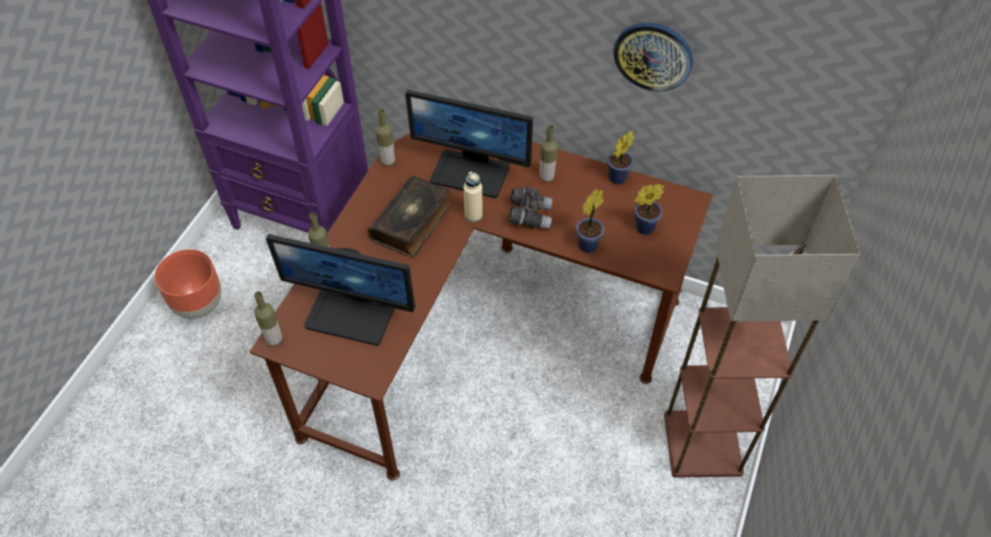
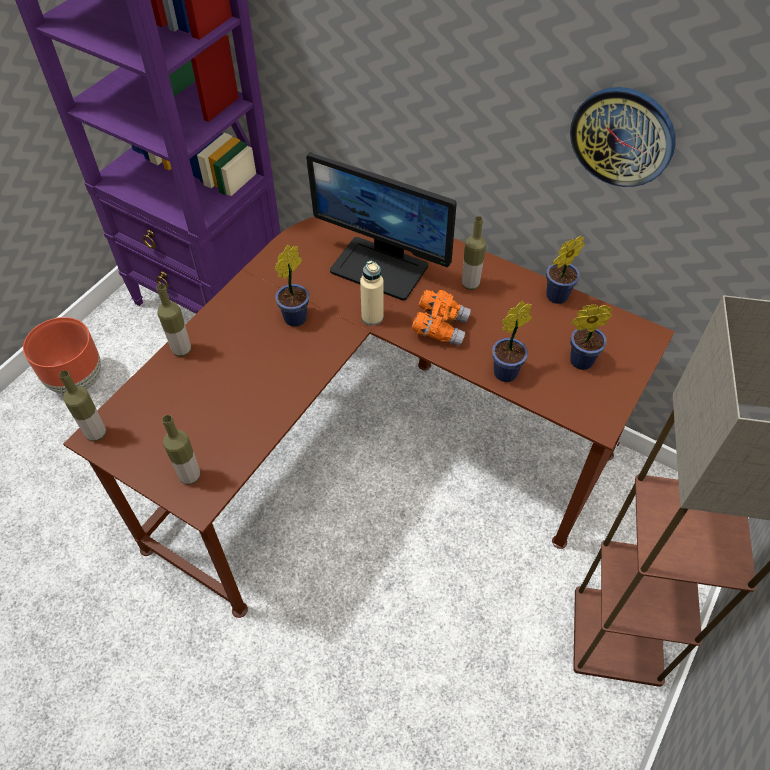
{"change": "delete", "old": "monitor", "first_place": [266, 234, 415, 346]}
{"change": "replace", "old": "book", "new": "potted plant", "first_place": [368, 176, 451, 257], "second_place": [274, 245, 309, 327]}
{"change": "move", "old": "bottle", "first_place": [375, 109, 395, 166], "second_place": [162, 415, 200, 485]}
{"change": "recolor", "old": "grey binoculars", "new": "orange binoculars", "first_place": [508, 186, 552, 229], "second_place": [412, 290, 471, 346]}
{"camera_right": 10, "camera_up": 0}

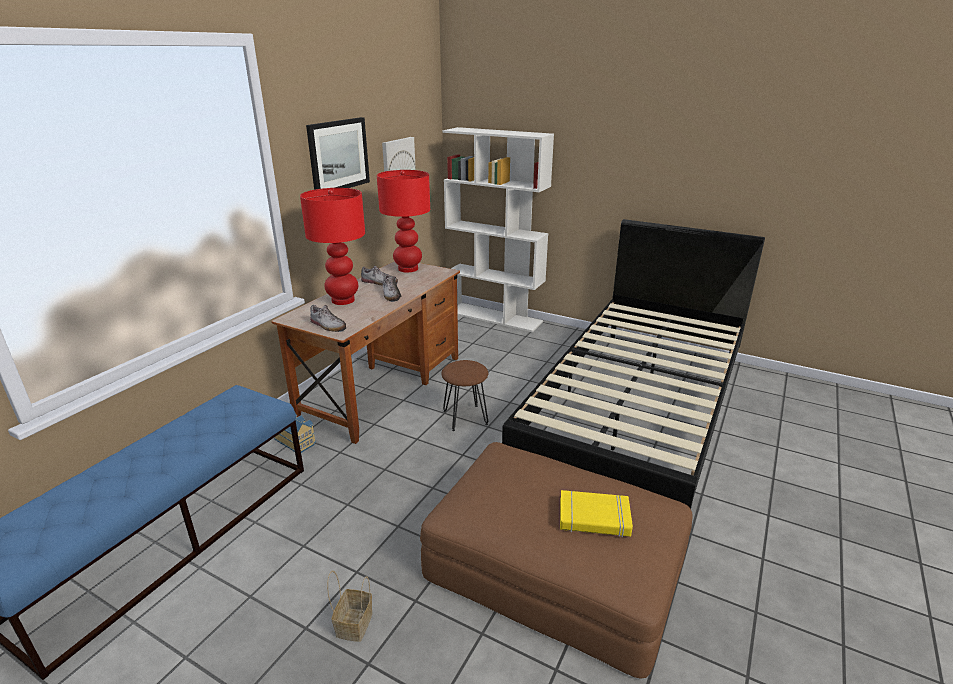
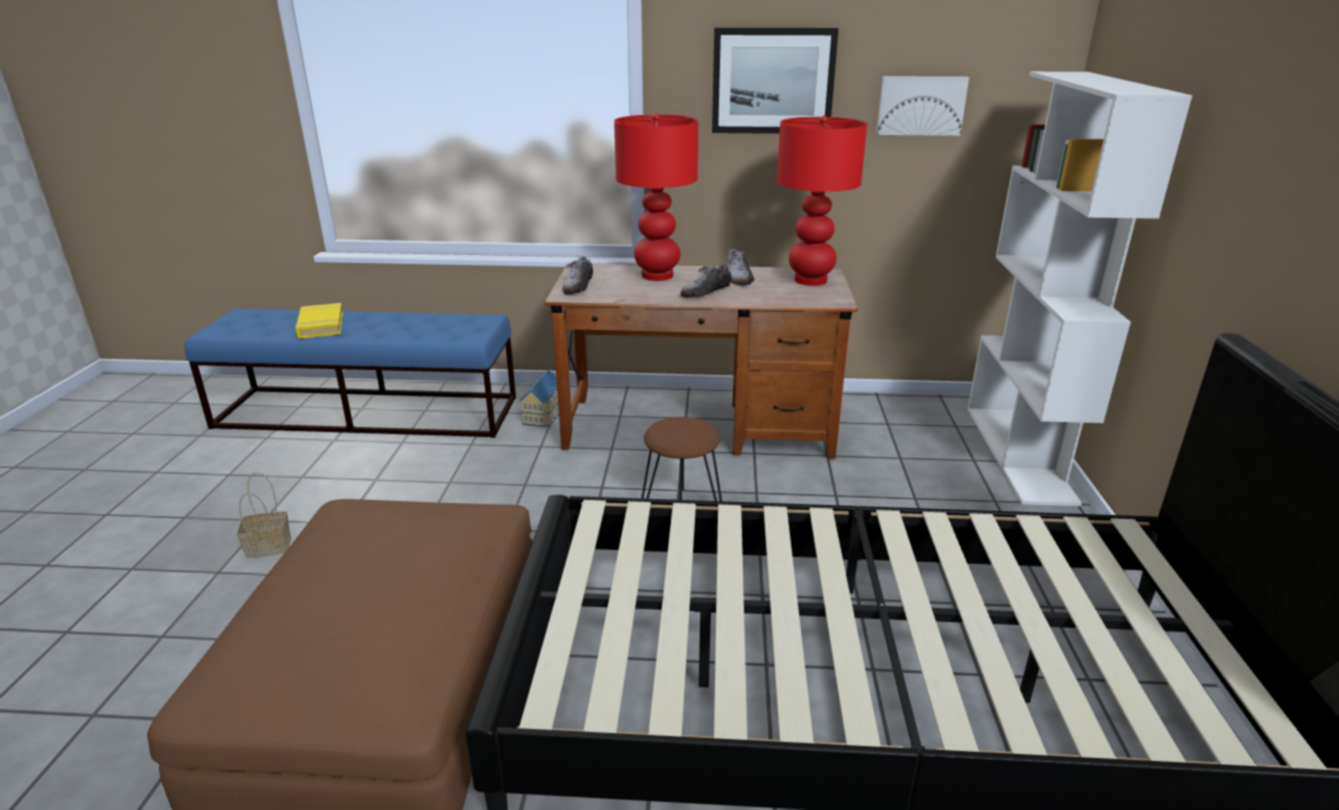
{"change": "move", "old": "yellow book", "first_place": [560, 490, 633, 537], "second_place": [295, 303, 343, 339]}
{"camera_right": 65, "camera_up": 0}

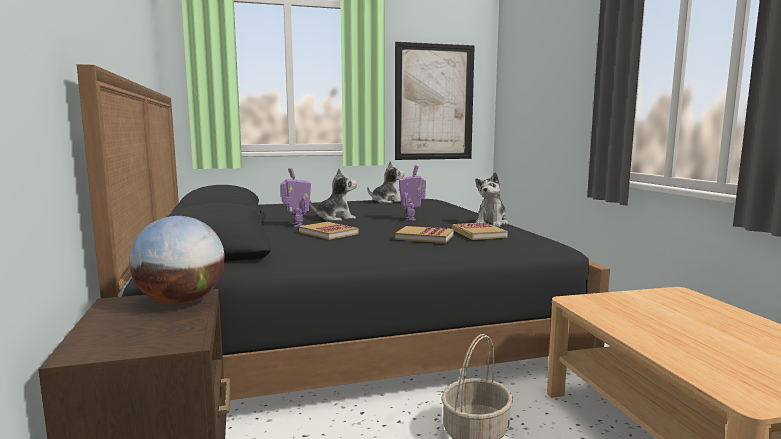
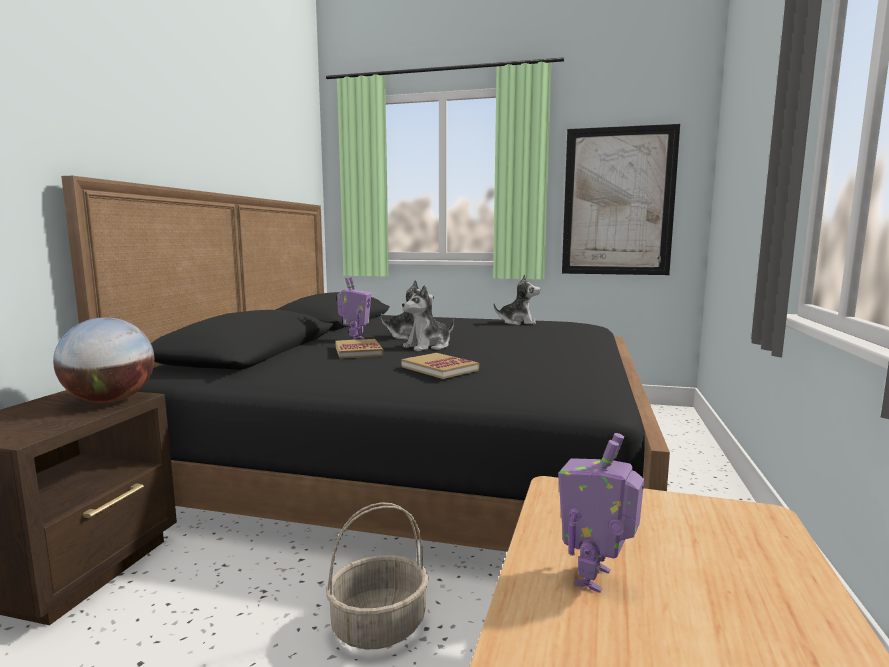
{"change": "move", "old": "toy robot", "first_place": [399, 165, 426, 221], "second_place": [558, 433, 644, 593]}
{"change": "delete", "old": "book", "first_place": [452, 222, 508, 240]}
{"change": "move", "old": "plush toy", "first_place": [475, 172, 508, 227], "second_place": [402, 285, 454, 351]}
{"camera_right": 30, "camera_up": 0}

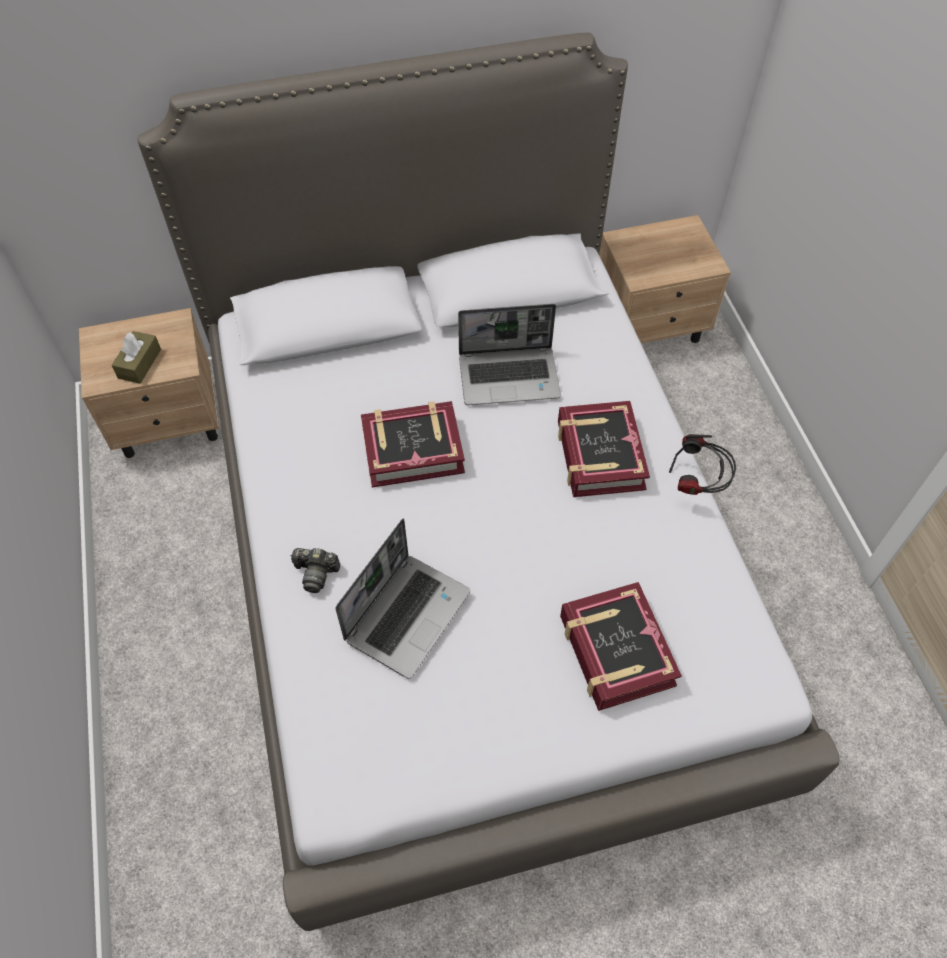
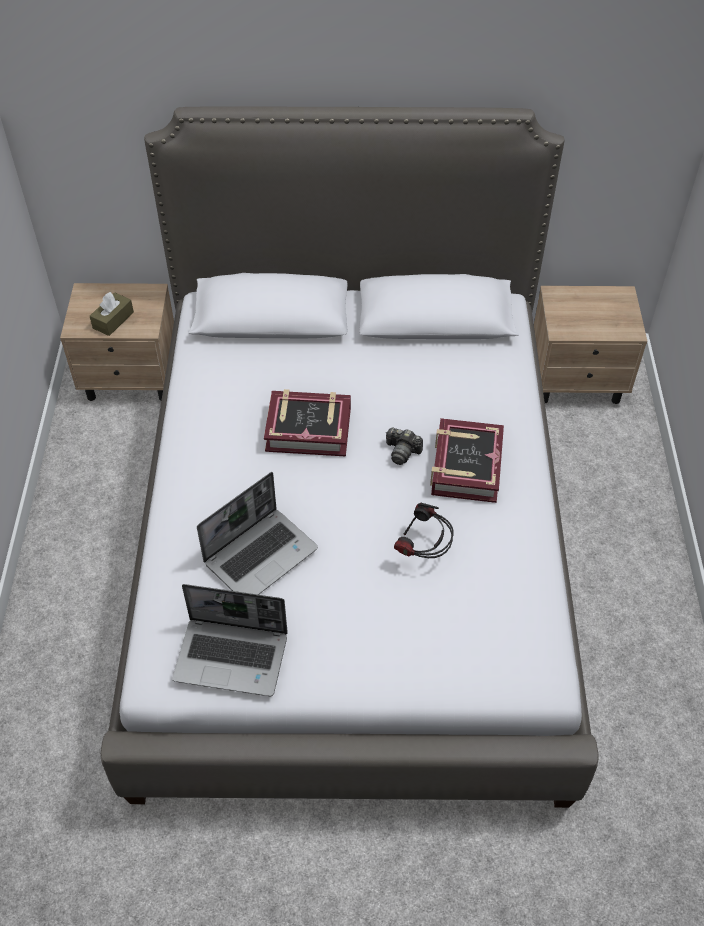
{"change": "move", "old": "photo camera", "first_place": [290, 548, 340, 593], "second_place": [386, 427, 423, 465]}
{"change": "move", "old": "laptop", "first_place": [458, 304, 561, 405], "second_place": [172, 584, 288, 696]}
{"change": "delete", "old": "book", "first_place": [560, 582, 682, 711]}
{"change": "move", "old": "headphones", "first_place": [669, 434, 736, 495], "second_place": [394, 503, 453, 558]}
{"camera_right": 15, "camera_up": -5}

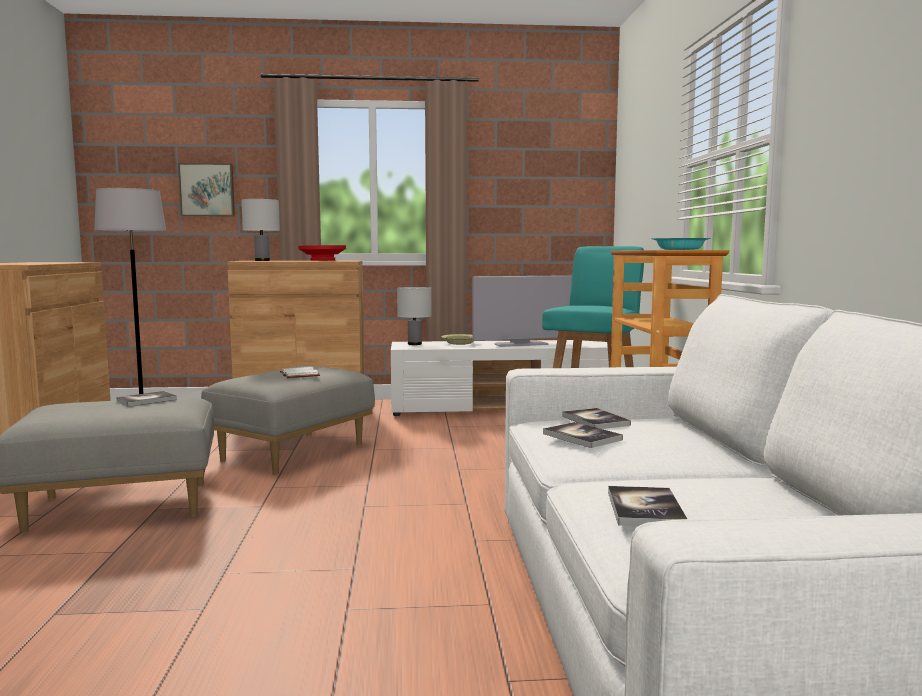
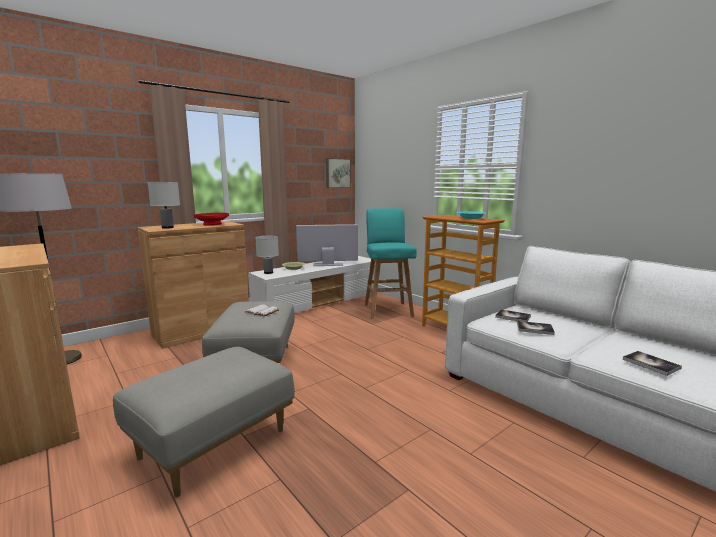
{"change": "delete", "old": "book", "first_place": [117, 391, 177, 406]}
{"change": "move", "old": "picture", "first_place": [178, 163, 235, 216], "second_place": [326, 158, 351, 188]}
{"change": "rotate", "old": "television", "first_place": [472, 275, 572, 347], "second_place": [296, 224, 358, 266], "degrees": -135}
{"camera_right": -35, "camera_up": 5}

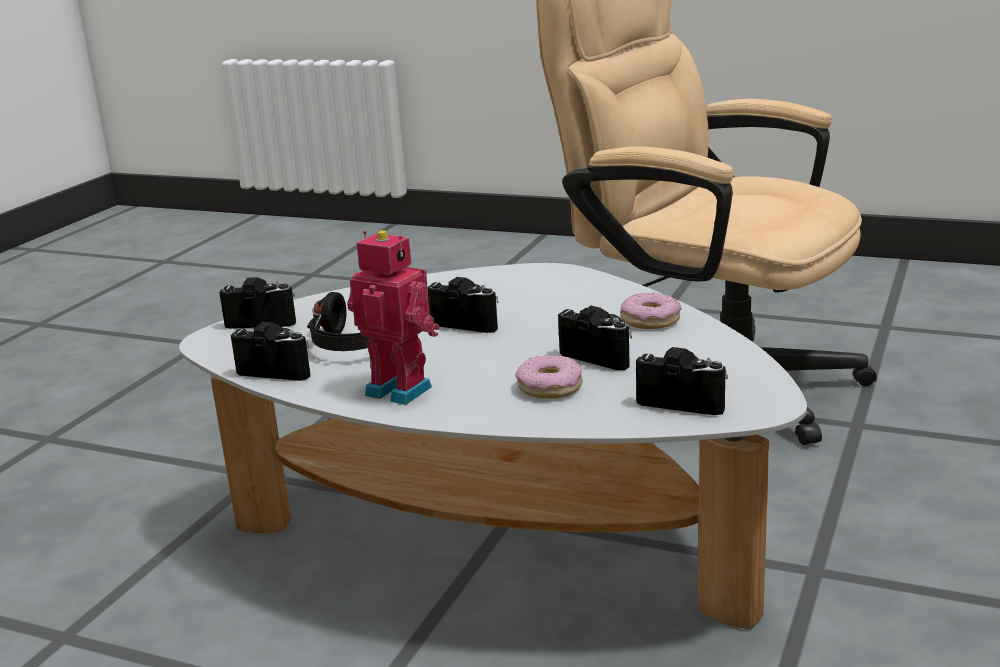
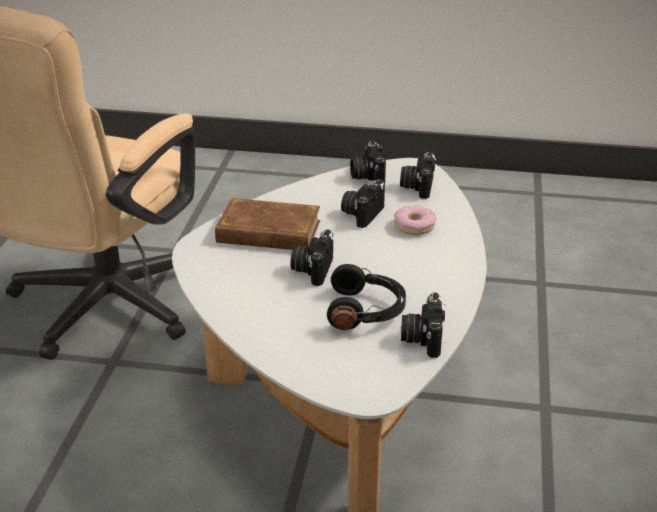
{"change": "move", "old": "photo camera", "first_place": [219, 277, 296, 329], "second_place": [350, 141, 386, 183]}
{"change": "delete", "old": "toy robot", "first_place": [347, 230, 440, 405]}
{"change": "delete", "old": "donut", "first_place": [620, 293, 681, 329]}
{"change": "insert", "new": "brown book", "second_place": [215, 198, 320, 250]}
{"camera_right": -105, "camera_up": 10}

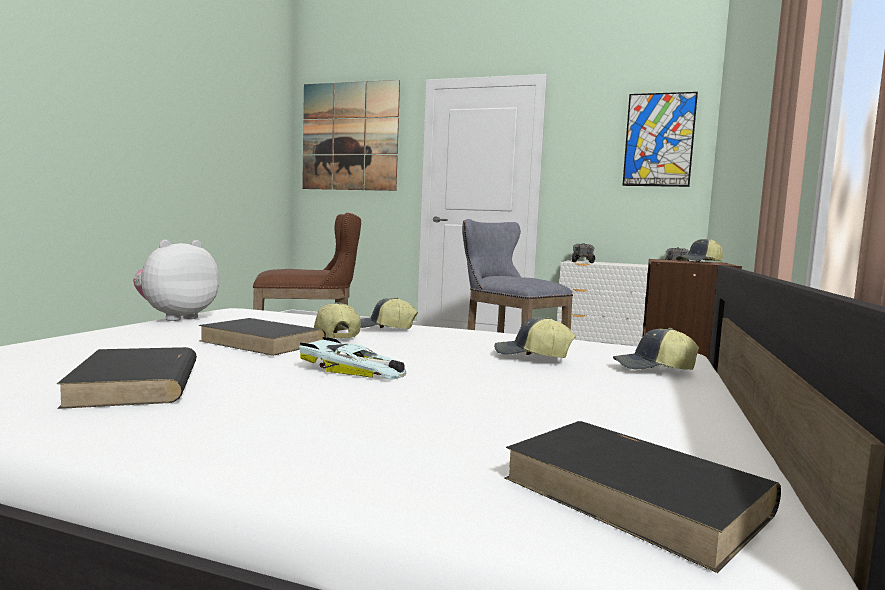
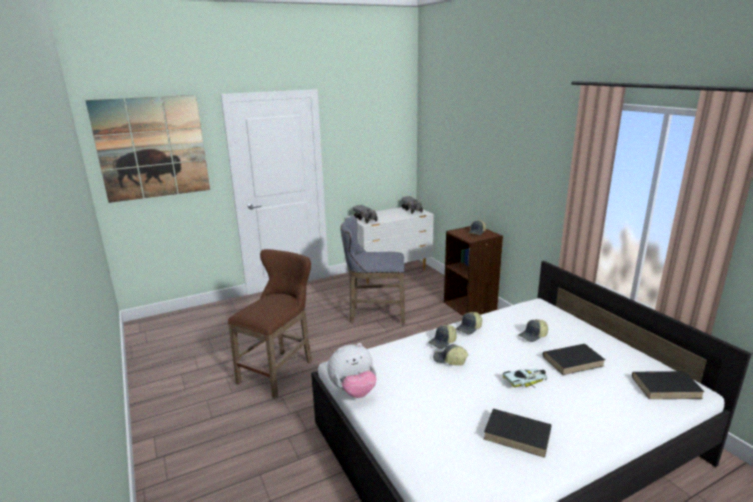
{"change": "rotate", "old": "plush toy", "first_place": [133, 240, 219, 321], "second_place": [327, 343, 376, 398], "degrees": -105}
{"change": "move", "old": "black book", "first_place": [199, 318, 326, 356], "second_place": [543, 344, 605, 375]}
{"change": "move", "old": "cap", "first_place": [613, 328, 699, 370], "second_place": [456, 312, 482, 335]}
{"change": "delete", "old": "picture", "first_place": [622, 92, 698, 187]}
{"camera_right": -45, "camera_up": 15}

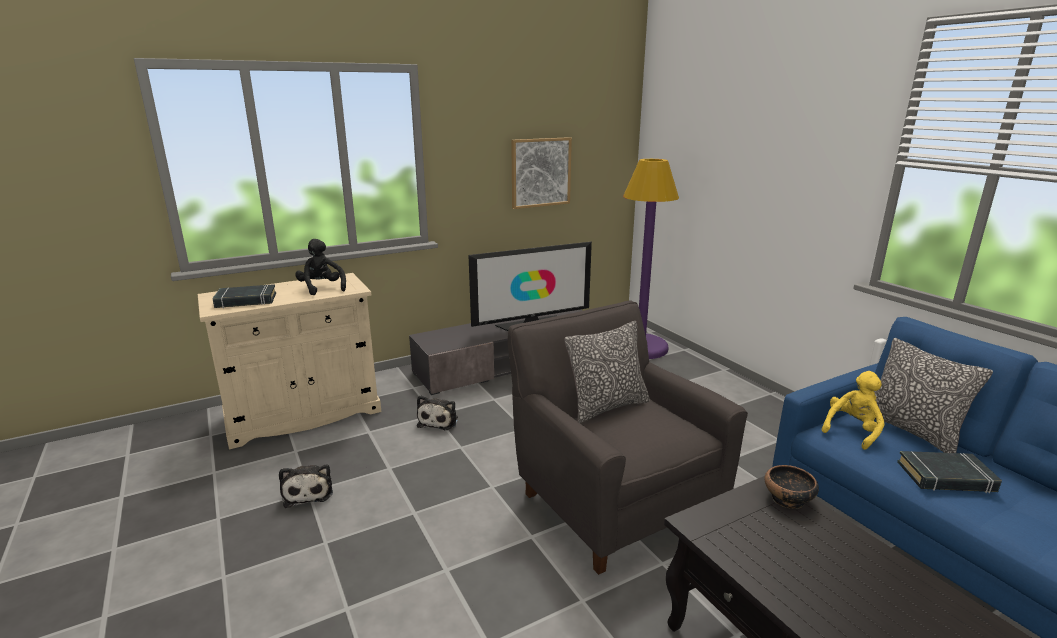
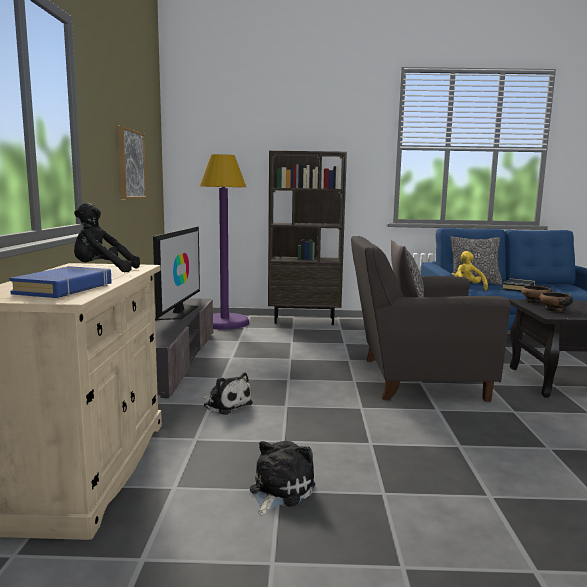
{"change": "recolor", "old": "black book", "new": "blue book", "first_place": [212, 284, 276, 308], "second_place": [9, 266, 112, 298]}
{"change": "rotate", "old": "plush toy", "first_place": [279, 464, 333, 508], "second_place": [250, 441, 315, 516], "degrees": -75}
{"change": "insert", "new": "brown bookcase", "second_place": [268, 151, 347, 325]}
{"change": "insert", "new": "bowl", "second_place": [540, 292, 573, 312]}
{"camera_right": -60, "camera_up": -10}

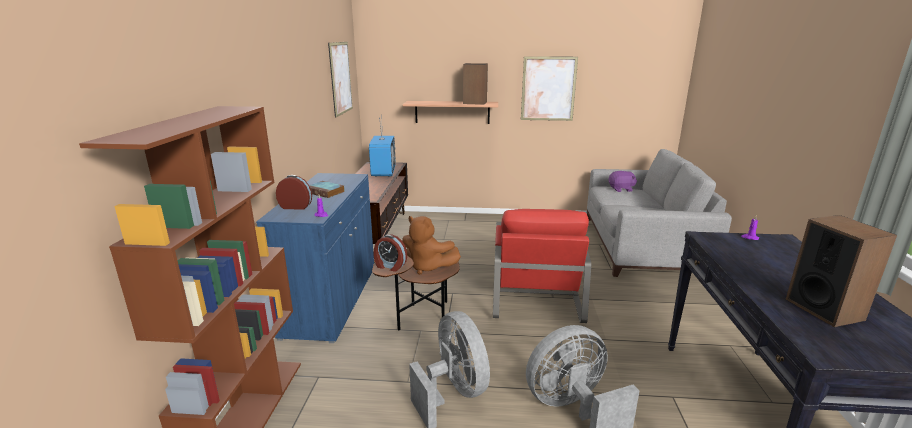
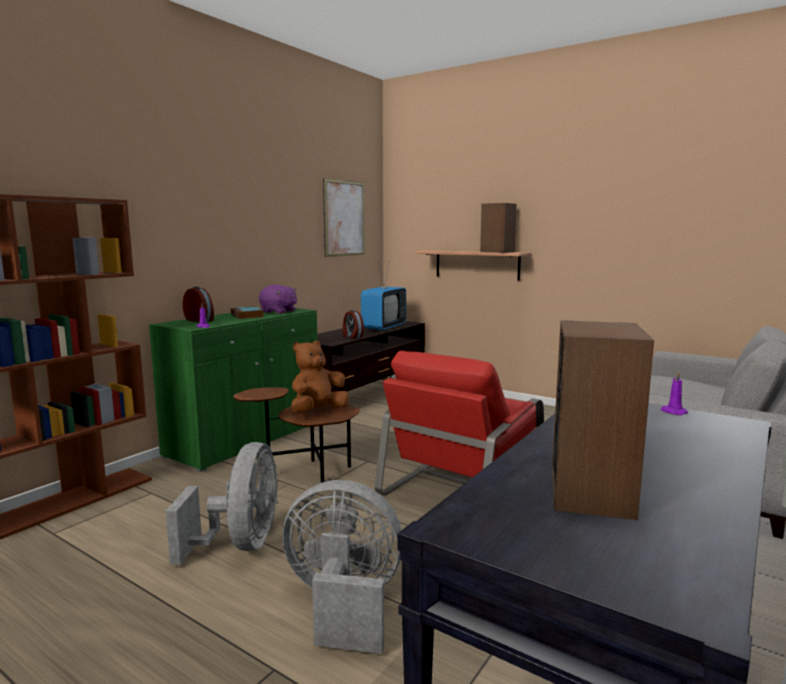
{"change": "recolor", "old": "blue cabinet", "new": "green cabinet", "first_place": [256, 173, 374, 343], "second_place": [149, 308, 317, 472]}
{"change": "move", "old": "alarm clock", "first_place": [374, 235, 407, 272], "second_place": [343, 310, 364, 339]}
{"change": "rotate", "old": "brown plush toy", "first_place": [402, 216, 461, 275], "second_place": [291, 341, 349, 413], "degrees": 75}
{"change": "delete", "old": "picture", "first_place": [521, 56, 578, 121]}
{"change": "move", "old": "purple plush toy", "first_place": [608, 171, 637, 192], "second_place": [259, 285, 297, 314]}
{"camera_right": 30, "camera_up": -10}

